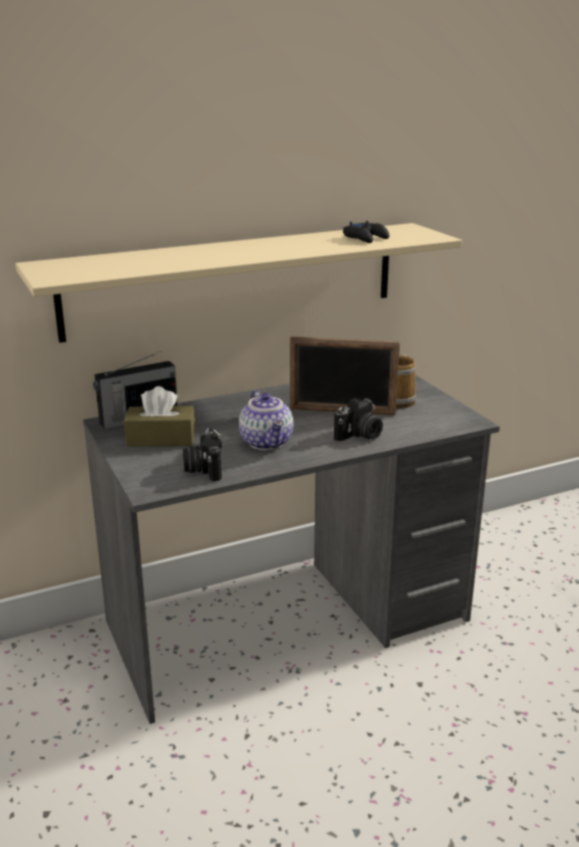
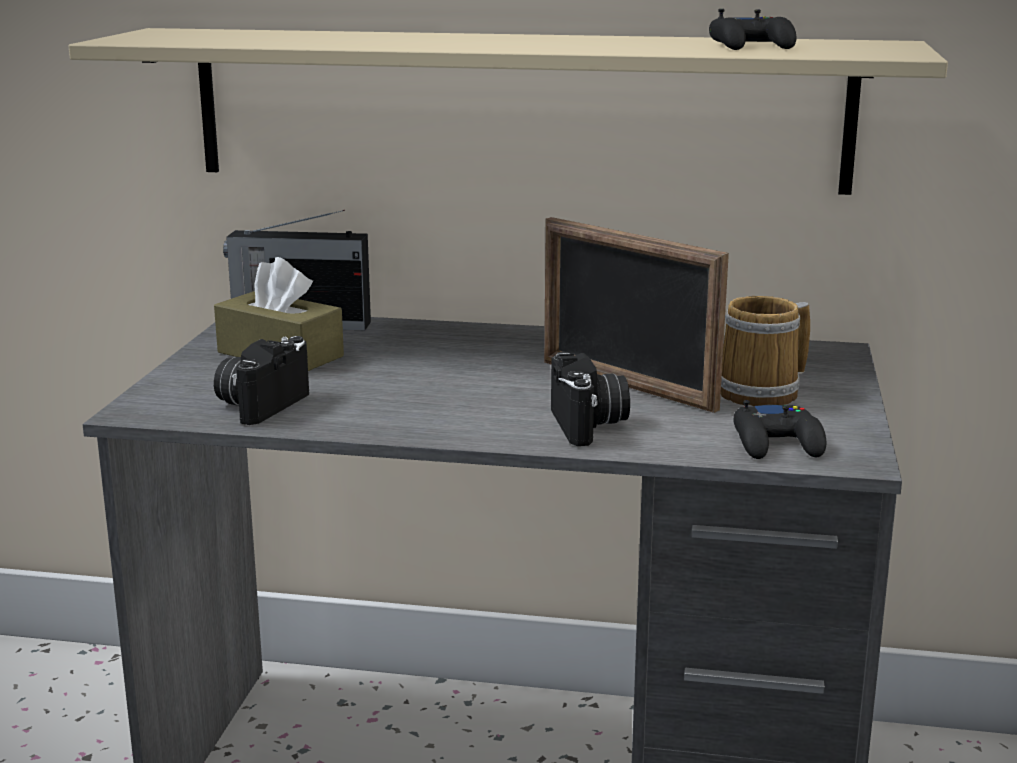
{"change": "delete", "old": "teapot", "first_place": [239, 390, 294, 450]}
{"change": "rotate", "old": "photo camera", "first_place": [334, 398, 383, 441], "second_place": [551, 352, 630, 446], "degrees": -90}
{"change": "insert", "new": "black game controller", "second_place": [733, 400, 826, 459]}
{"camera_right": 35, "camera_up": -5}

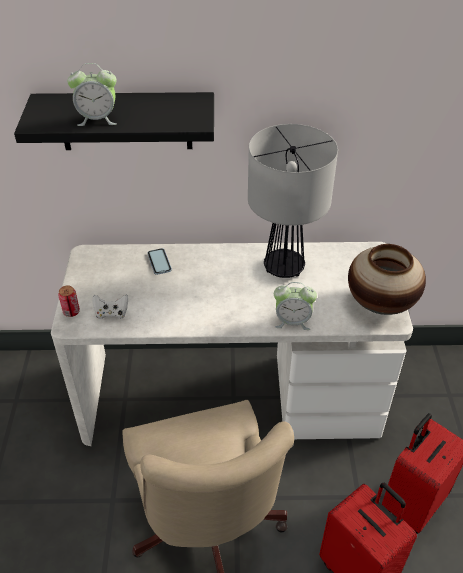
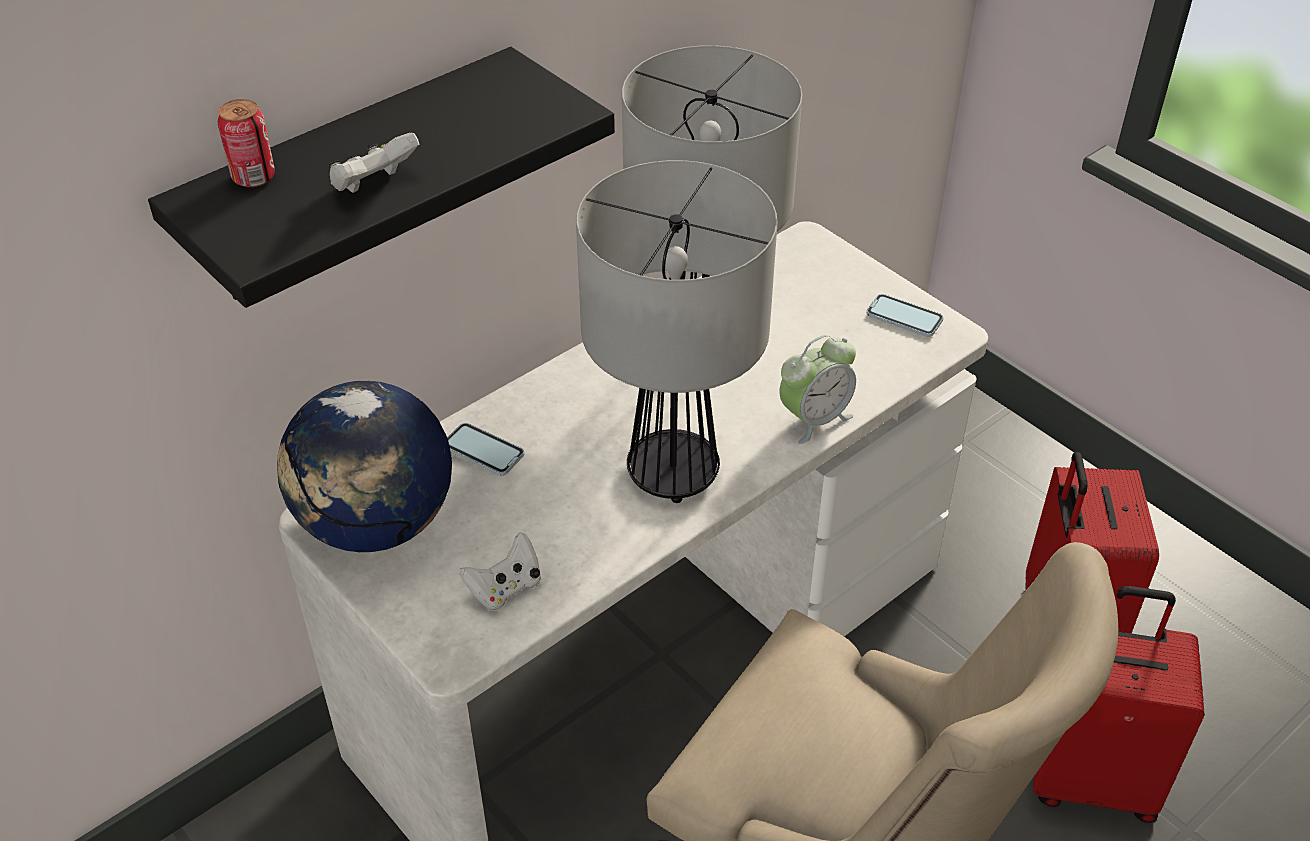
{"change": "move", "old": "can", "first_place": [58, 285, 80, 317], "second_place": [218, 99, 275, 187]}
{"change": "replace", "old": "alarm clock", "new": "white game controller", "first_place": [67, 63, 117, 126], "second_place": [329, 133, 419, 193]}
{"change": "replace", "old": "vase", "new": "phone", "first_place": [348, 244, 426, 315], "second_place": [867, 294, 944, 337]}
{"change": "insert", "new": "globe", "second_place": [277, 381, 452, 552]}
{"change": "insert", "new": "table lamp", "second_place": [576, 160, 778, 503]}
{"camera_right": -40, "camera_up": 0}

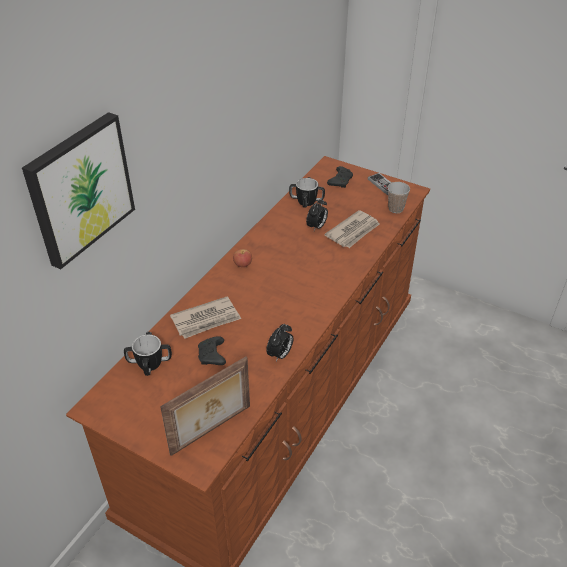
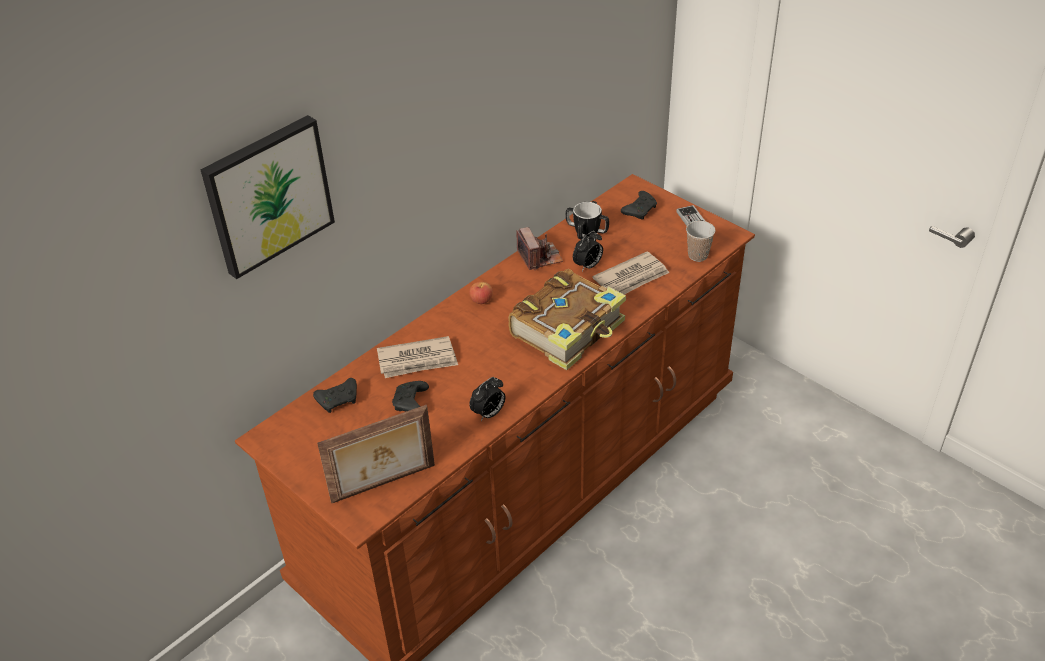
{"change": "replace", "old": "mug", "new": "black game controller", "first_place": [124, 332, 172, 376], "second_place": [313, 378, 357, 413]}
{"change": "insert", "new": "book", "second_place": [509, 269, 626, 370]}
{"change": "insert", "new": "photo camera", "second_place": [517, 227, 563, 270]}
{"camera_right": 15, "camera_up": 0}

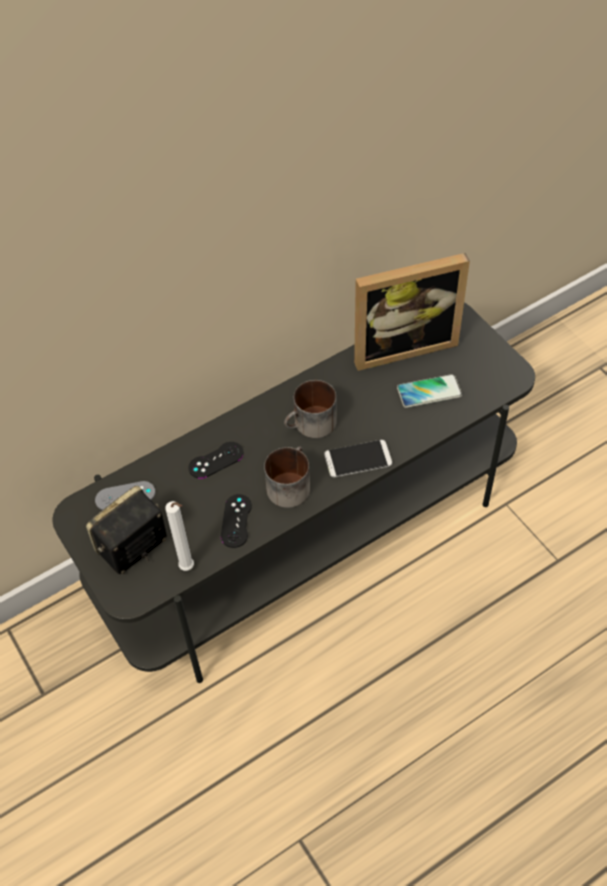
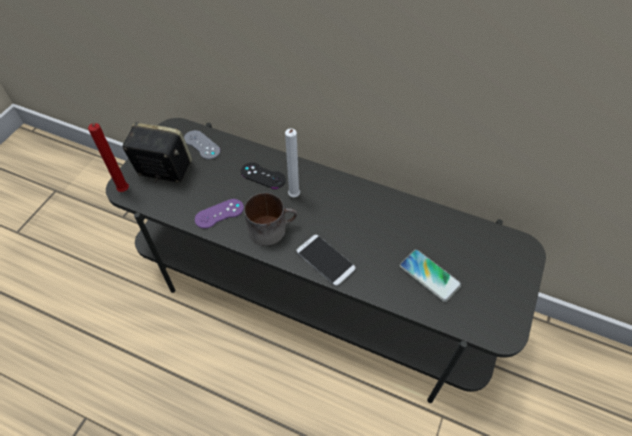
{"change": "move", "old": "white candle", "first_place": [165, 501, 194, 571], "second_place": [285, 128, 300, 197]}
{"change": "recolor", "old": "black game controller", "new": "purple game controller", "first_place": [221, 494, 252, 548], "second_place": [195, 199, 244, 229]}
{"change": "delete", "old": "mug", "first_place": [284, 380, 337, 438]}
{"change": "delete", "old": "picture frame", "first_place": [354, 253, 470, 371]}
{"change": "insert", "new": "red candle", "second_place": [88, 123, 129, 192]}
{"camera_right": 55, "camera_up": 0}

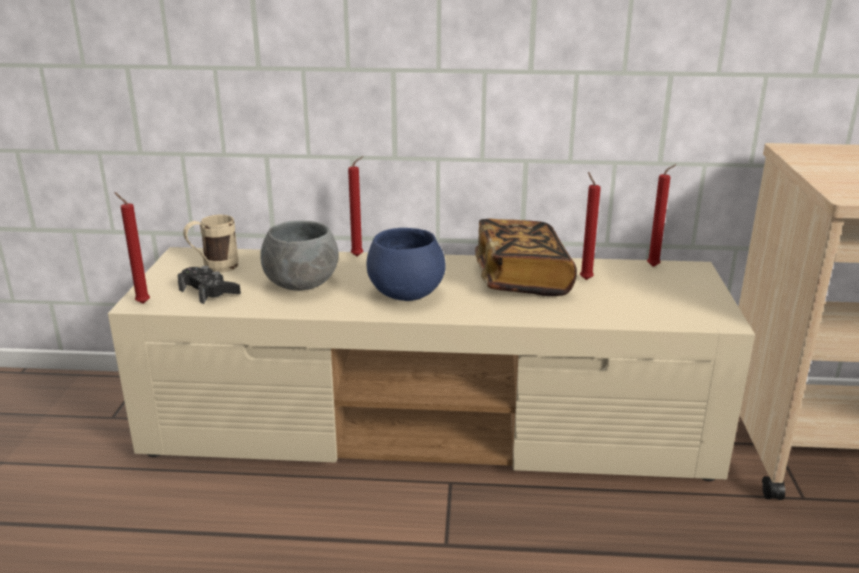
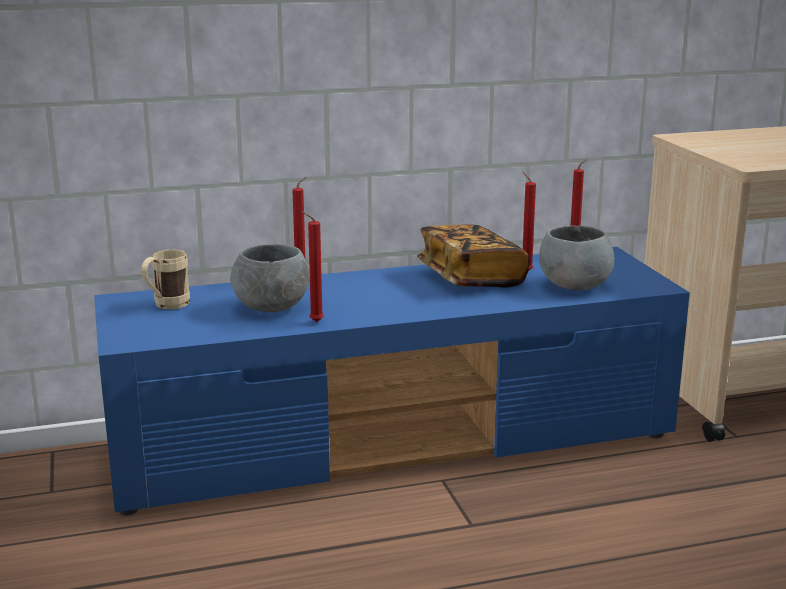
{"change": "recolor", "old": "beige tv stand", "new": "blue tv stand", "first_place": [108, 247, 755, 481], "second_place": [94, 247, 690, 516]}
{"change": "move", "old": "red candle", "first_place": [114, 192, 150, 304], "second_place": [301, 211, 324, 322]}
{"change": "delete", "old": "black game controller", "first_place": [177, 266, 241, 304]}
{"change": "delete", "old": "blue bowl", "first_place": [367, 228, 446, 301]}
{"change": "insert", "new": "grey bowl", "second_place": [539, 225, 614, 290]}
{"camera_right": -20, "camera_up": -5}

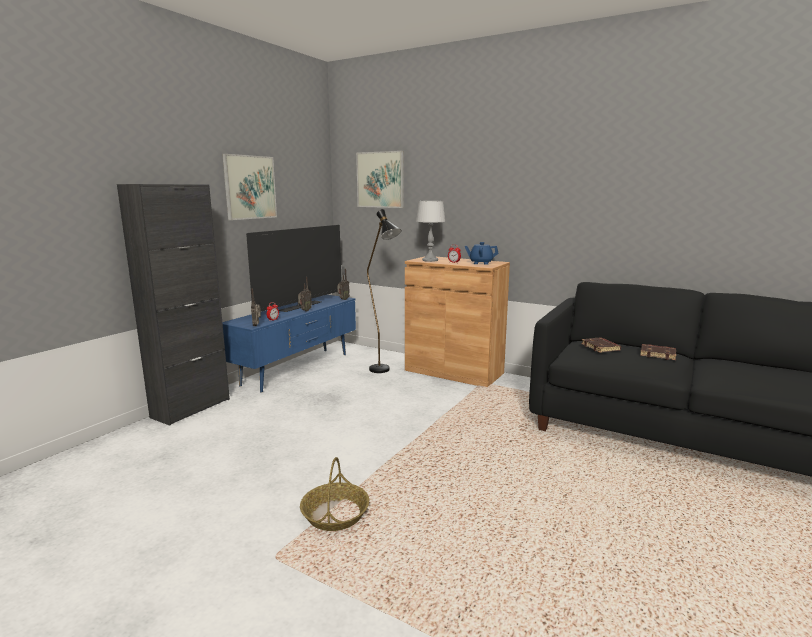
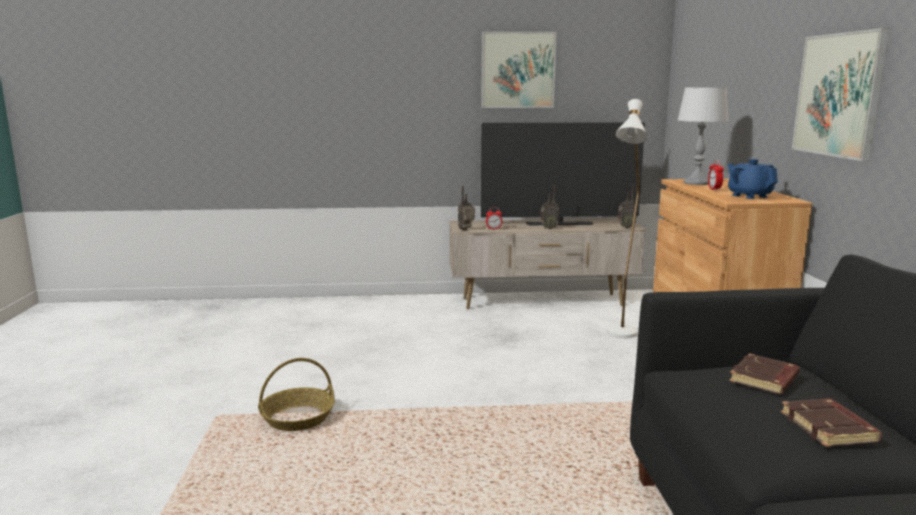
{"change": "delete", "old": "black cabinet", "first_place": [117, 184, 230, 426]}
{"change": "recolor", "old": "blue tv stand", "new": "beige tv stand", "first_place": [222, 295, 356, 393], "second_place": [449, 219, 646, 309]}
{"change": "move", "old": "picture", "first_place": [356, 151, 404, 208], "second_place": [792, 28, 890, 161]}
{"change": "recolor", "old": "black floor lamp", "new": "white floor lamp", "first_place": [367, 209, 401, 373], "second_place": [607, 99, 647, 338]}
{"camera_right": 55, "camera_up": 0}

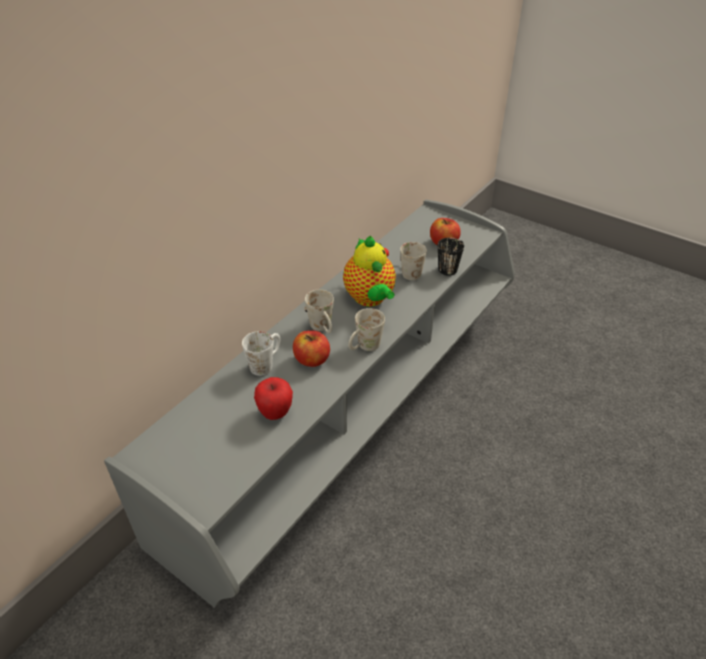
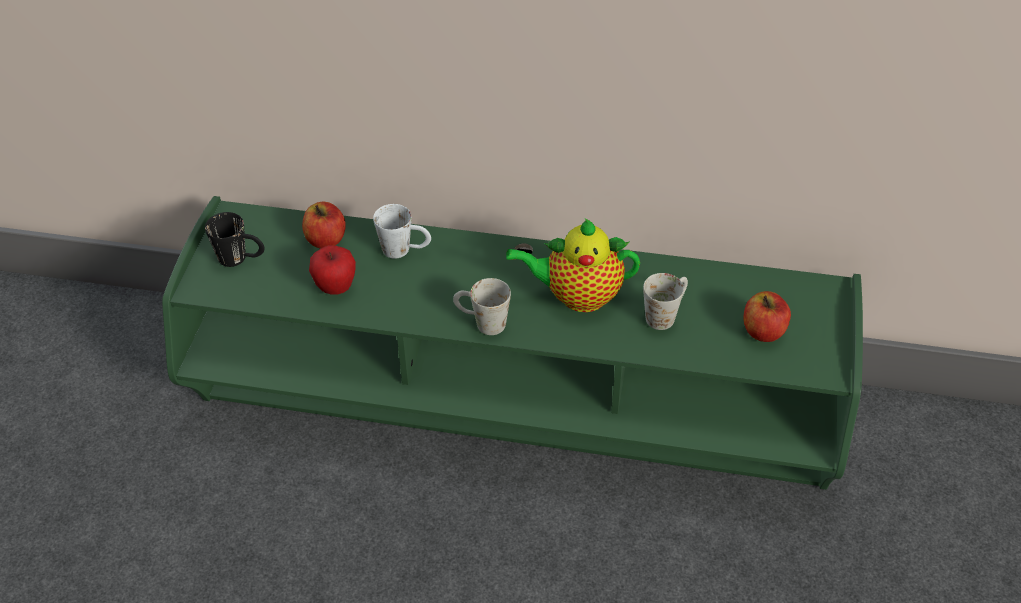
{"change": "recolor", "old": "grey tv stand", "new": "green tv stand", "first_place": [104, 199, 515, 608], "second_place": [162, 196, 863, 490]}
{"change": "move", "old": "apple", "first_place": [293, 331, 330, 367], "second_place": [302, 202, 346, 248]}
{"change": "delete", "old": "white mug", "first_place": [305, 289, 334, 333]}
{"change": "rotate", "old": "teapot", "first_place": [343, 236, 396, 307], "second_place": [506, 219, 640, 312], "degrees": 45}
{"change": "move", "old": "black mug", "first_place": [438, 238, 464, 276], "second_place": [205, 212, 265, 267]}
{"camera_right": 65, "camera_up": 5}

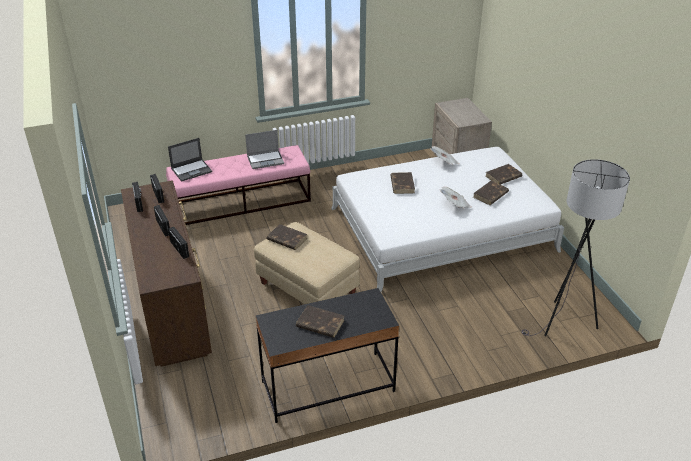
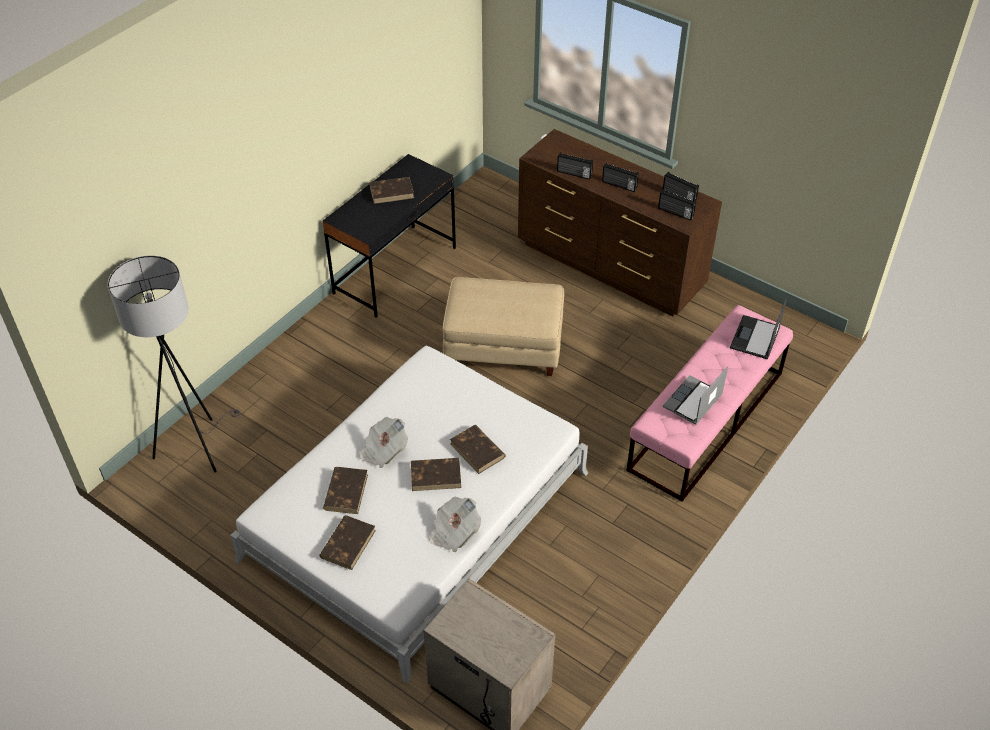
{"change": "move", "old": "brown book", "first_place": [266, 224, 307, 250], "second_place": [411, 458, 461, 491]}
{"camera_right": 145, "camera_up": 10}

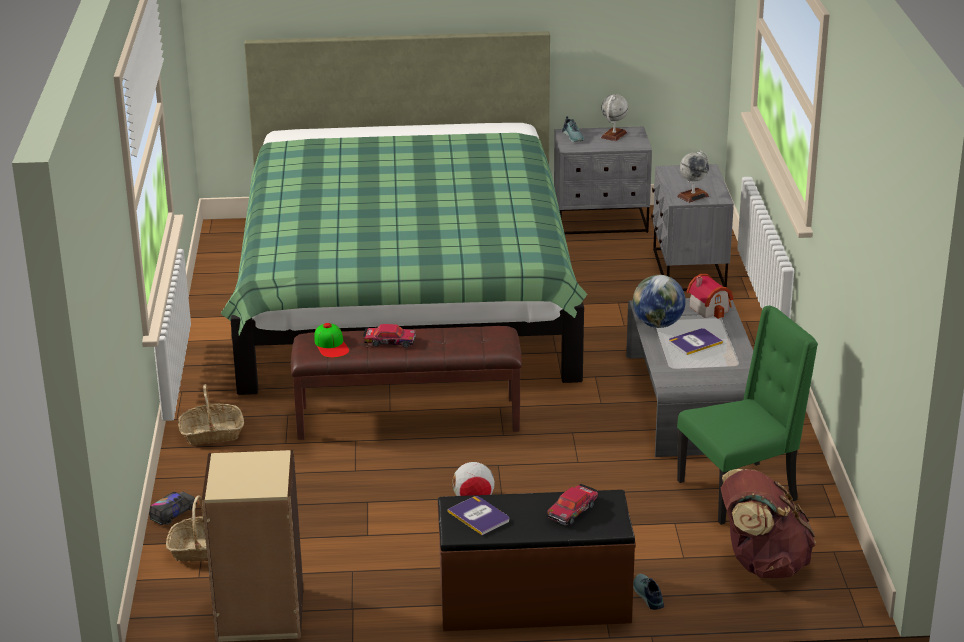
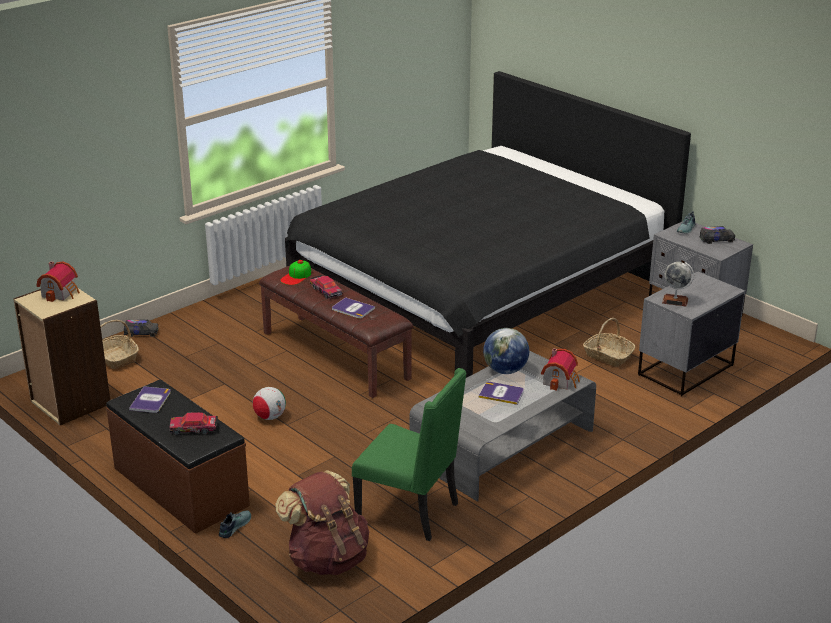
{"change": "move", "old": "basket", "first_place": [178, 384, 244, 445], "second_place": [583, 318, 635, 367]}
{"change": "recolor", "old": "green bed", "new": "black bed", "first_place": [221, 31, 587, 395], "second_place": [285, 71, 691, 378]}
{"change": "replace", "old": "globe", "new": "toy truck", "first_place": [601, 94, 628, 141], "second_place": [699, 226, 735, 244]}
{"change": "insert", "new": "toy house", "second_place": [36, 261, 80, 302]}
{"change": "insert", "new": "book", "second_place": [332, 297, 375, 319]}
{"camera_right": 50, "camera_up": 0}

